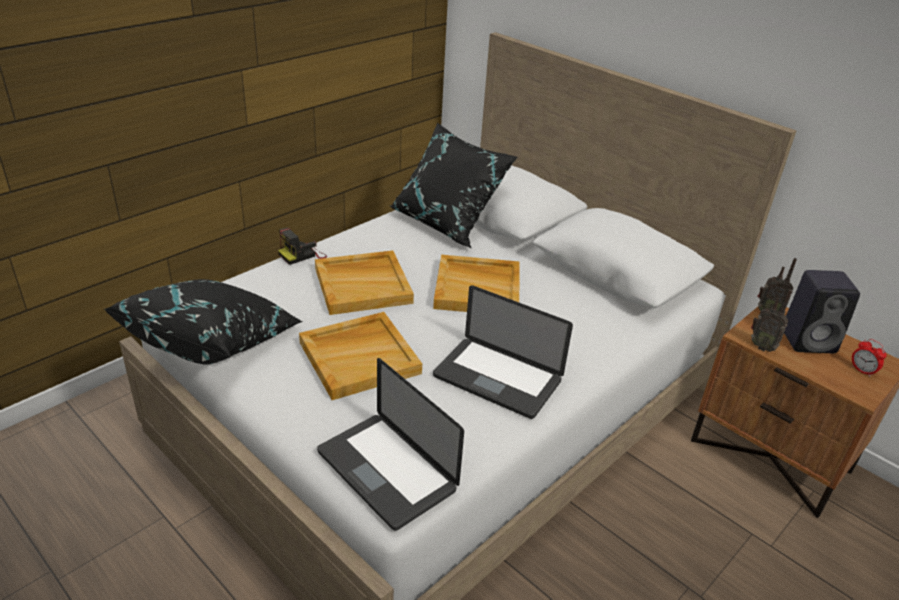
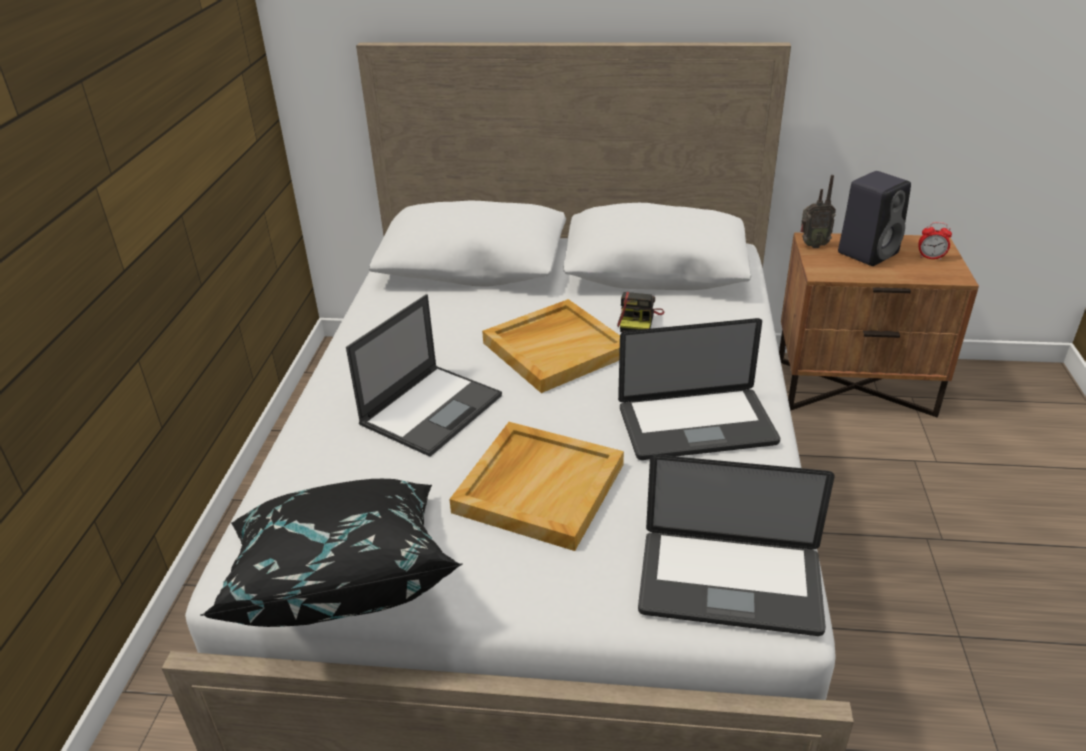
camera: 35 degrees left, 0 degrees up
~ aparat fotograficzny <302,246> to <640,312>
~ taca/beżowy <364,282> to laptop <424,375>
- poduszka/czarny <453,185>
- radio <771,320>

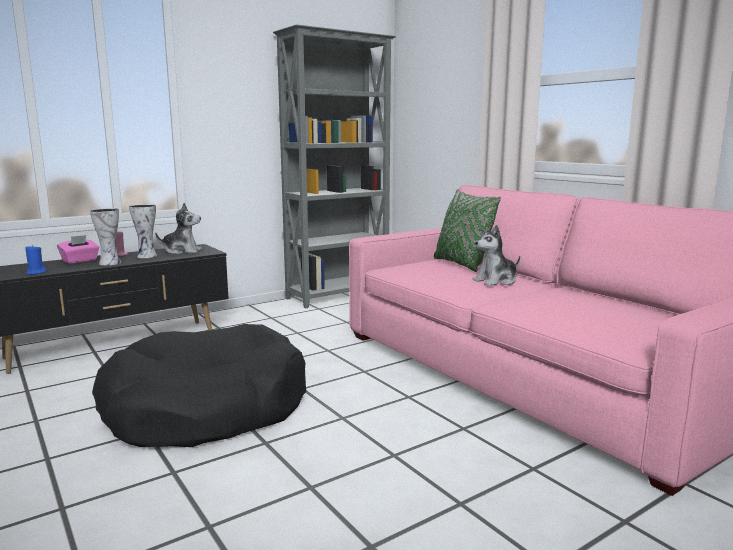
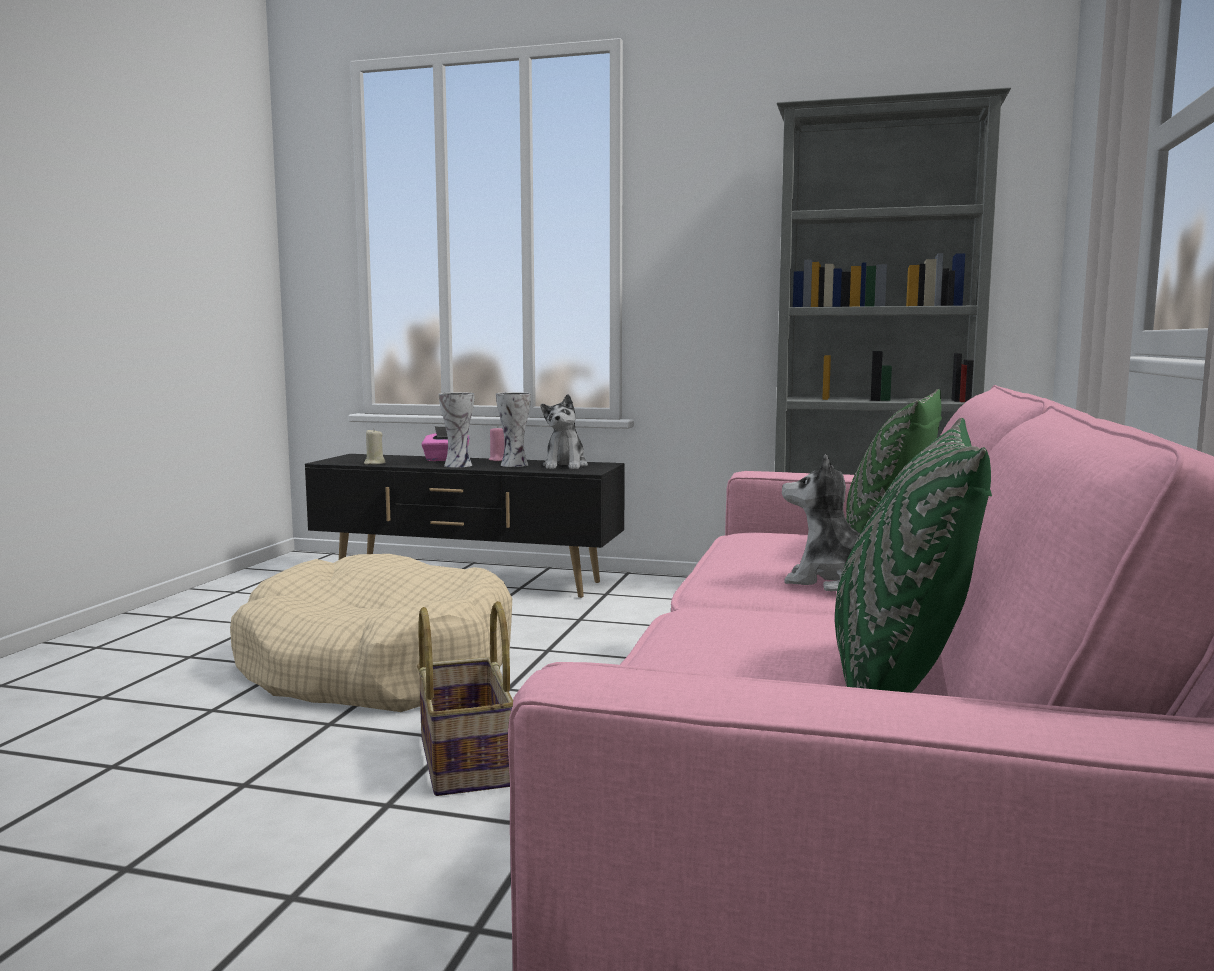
camera: 50 degrees right, 5 degrees down
~ świeca/niebieski <35,260> to świeca/beżowy <374,446>
~ legowisko/czarny <199,385> to legowisko/beżowy <371,633>
~ pluszak <178,228> = <564,431> 45 degrees clockwise
+ koszyk <465,698>
+ poduszka/zielony <913,555>

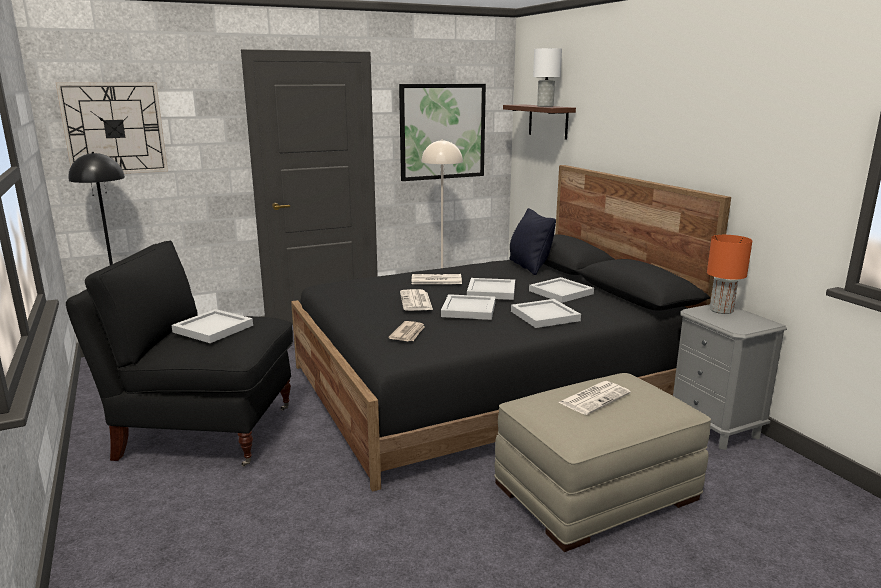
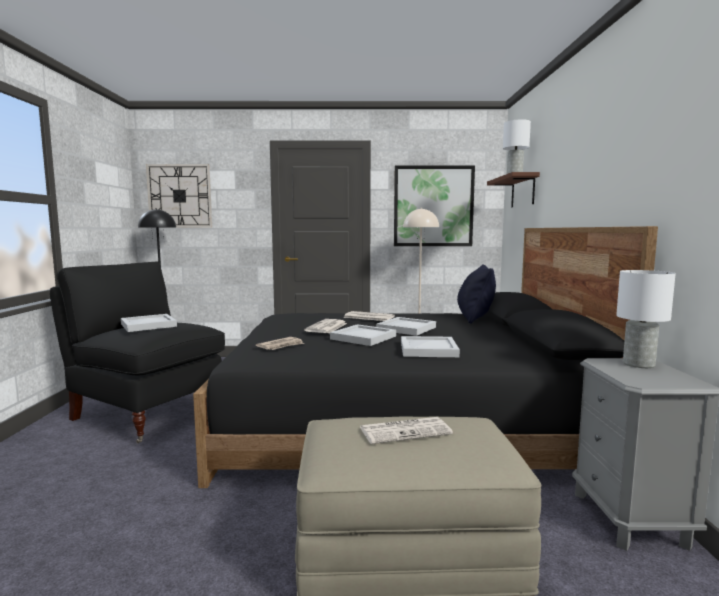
camera: 25 degrees right, 10 degrees down
- taca/biały <561,290>
~ lampa stołowa/pomarańczowy <729,274> to lampa stołowa/biały <646,319>

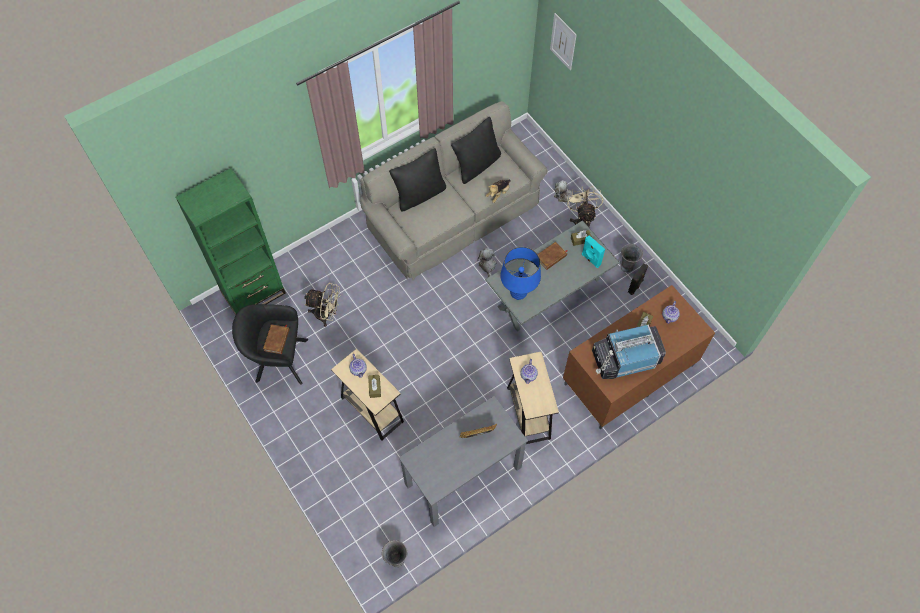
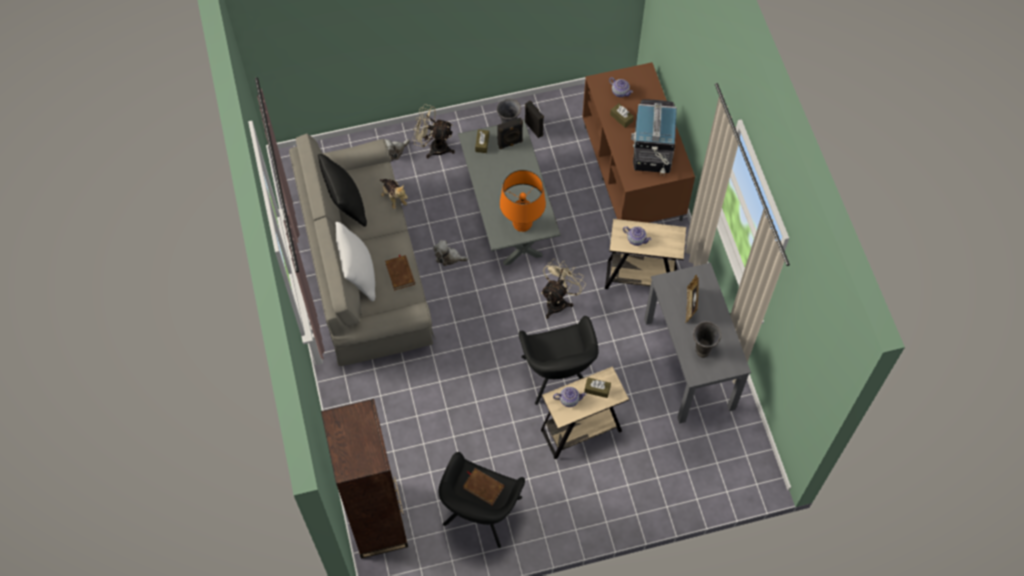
camera: 70 degrees left, 0 degrees up
~ regał/zielony <231,241> to regał/brązowy <364,479>
~ wentylator/beżowy <322,305> to <563,289>
~ wazon/szary <394,553> to <707,339>
~ poduszka/czarny <417,180> to poduszka/biały <355,261>
~ lampa stołowa/niebieski <520,273> to lampa stołowa/pomarańczowy <523,201>
~ książka/brązowy <552,256> to <400,273>
- obraz <563,41>
~ głośnik/turkusowy <593,251> to głośnik/czarny <510,133>
+ fotel/czarny <559,360>

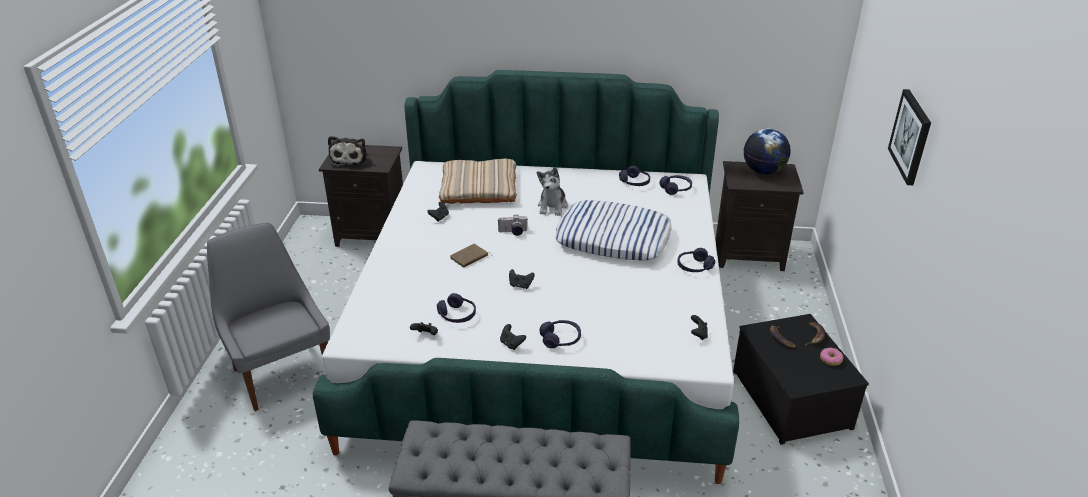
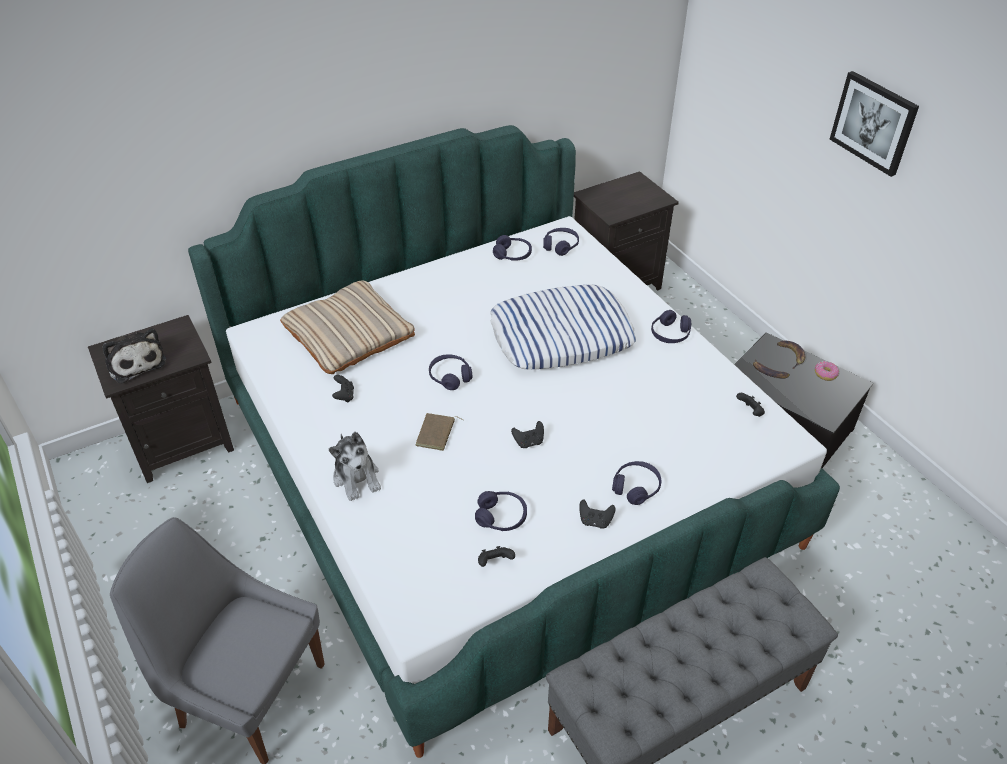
camera: 35 degrees left, 10 degrees up
~ aparat fotograficzny <512,225> to słuchawki/fioletowy <451,372>
~ pluszak <552,191> to <355,466>
- globus <767,151>

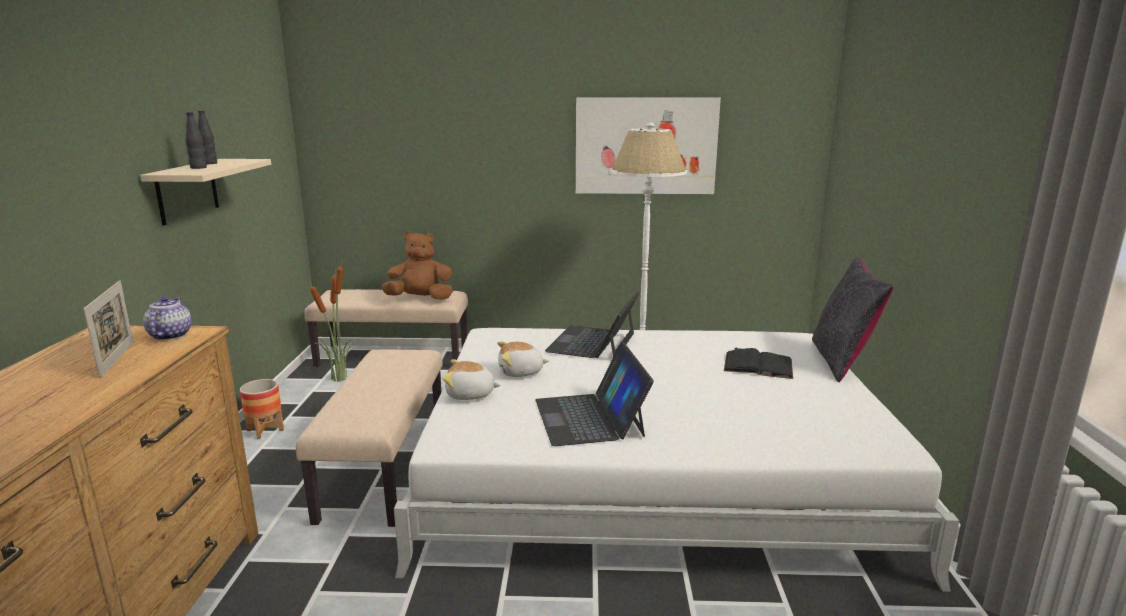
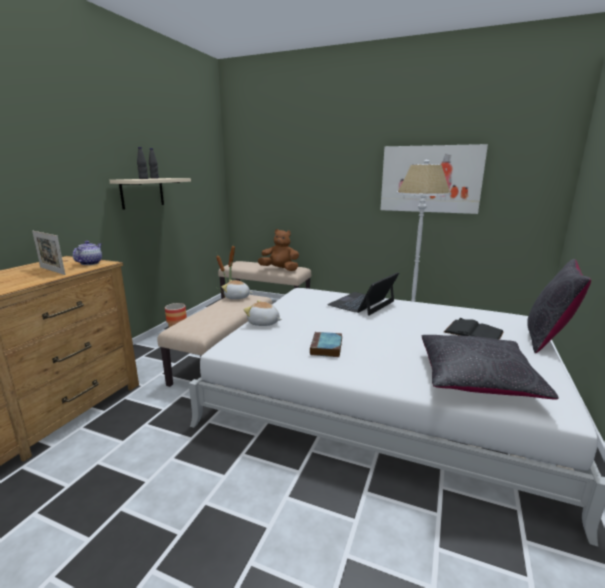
camera: 20 degrees right, 0 degrees up
~ ramka na zdjęcie <108,329> = <48,253> 120 degrees clockwise
~ pluszak <523,359> to <237,289>
~ laptop <595,394> to książka <326,344>
+ poduszka/czarny <490,367>

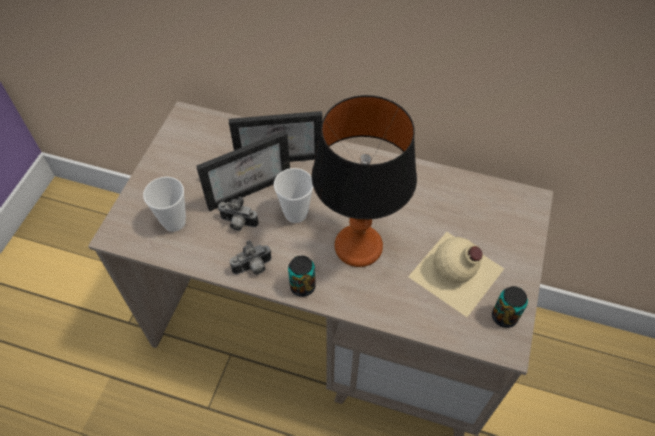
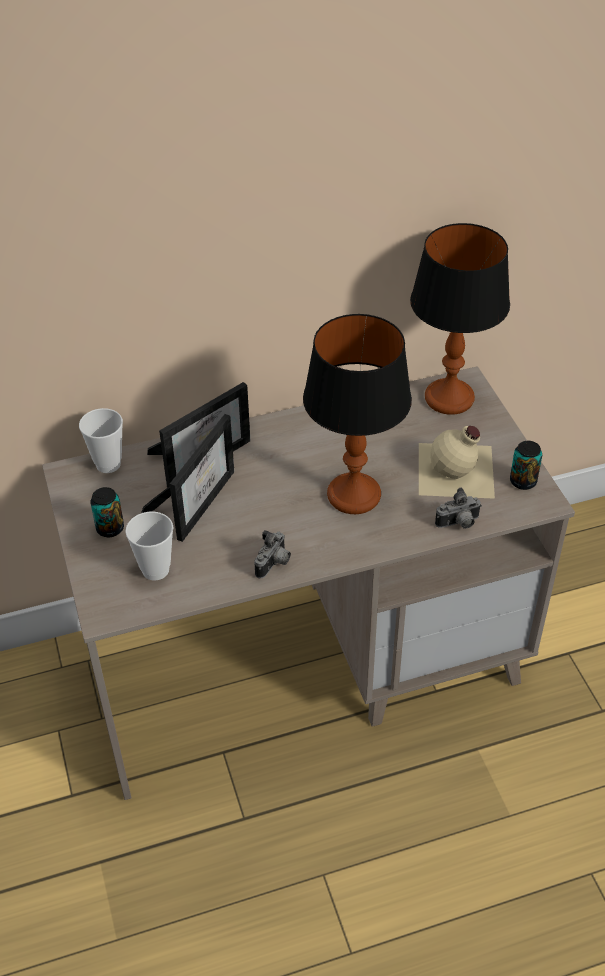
camera: 35 degrees left, 10 degrees down
~ aparat fotograficzny <238,214> to <458,508>
~ filiżanka <293,195> to <101,440>
~ puszka <302,276> to <107,512>
+ lampa stołowa <460,319>

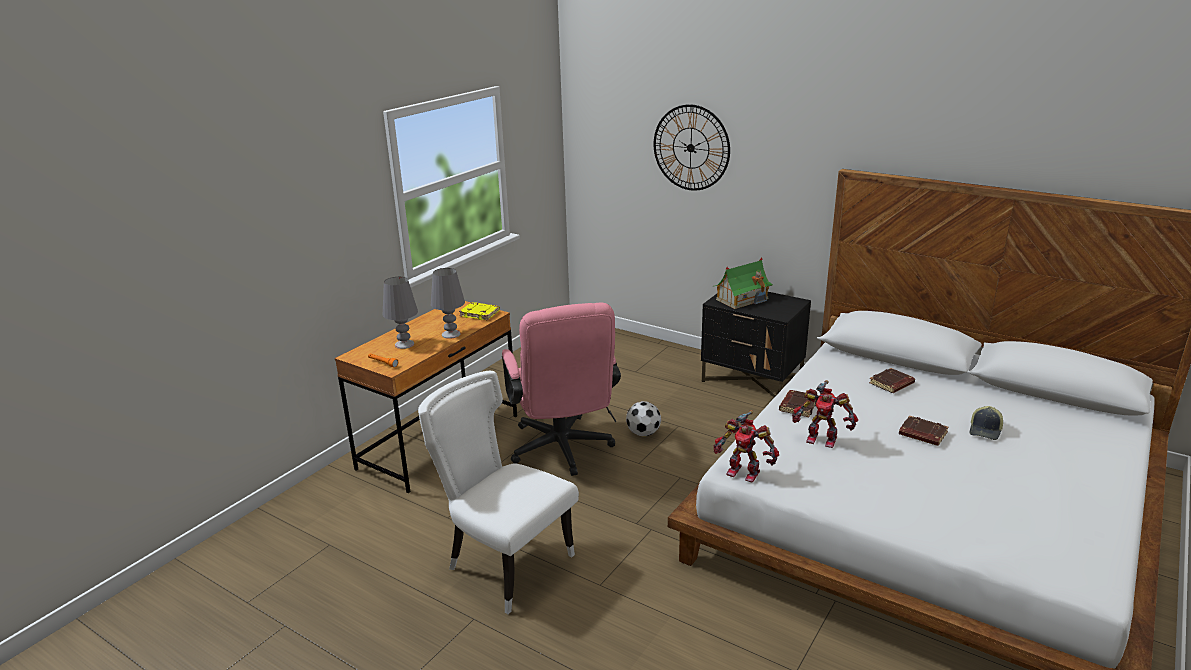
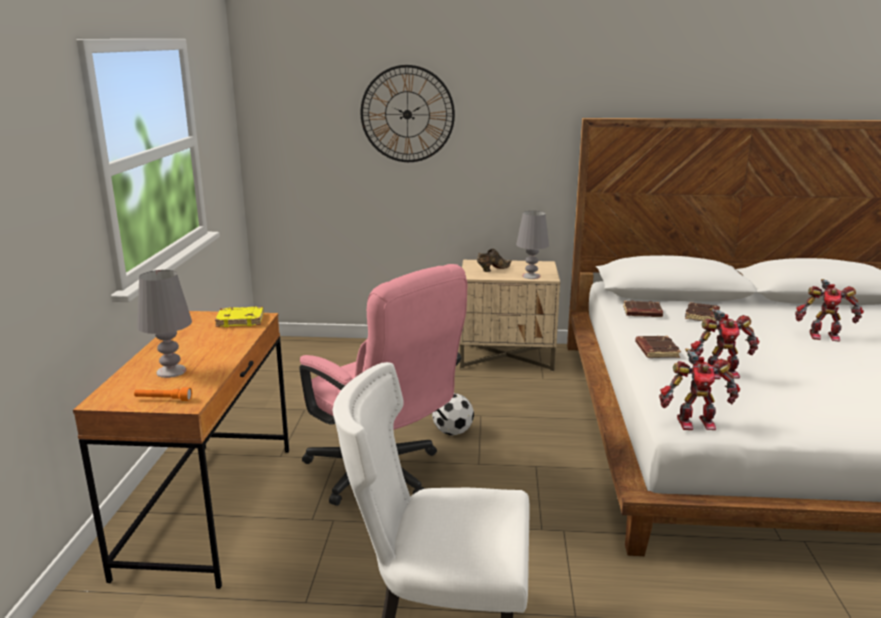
camera: 30 degrees left, 5 degrees down
~ lampa stołowa/szary <448,303> to <532,245>
~ szafka nocna/czarny <756,345> to szafka nocna/beżowy <510,316>
~ domek <744,283> to but/brązowy <494,260>
~ książka/brązowy <924,430> to <643,308>
~ czapka z daszkiem <986,423> to robot zabawkowy <829,310>

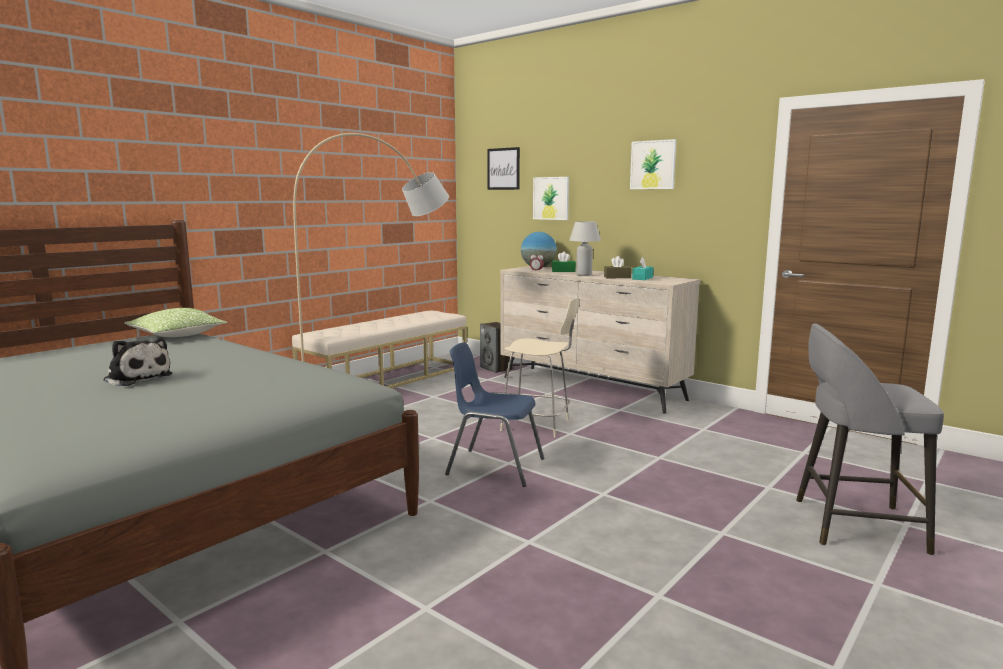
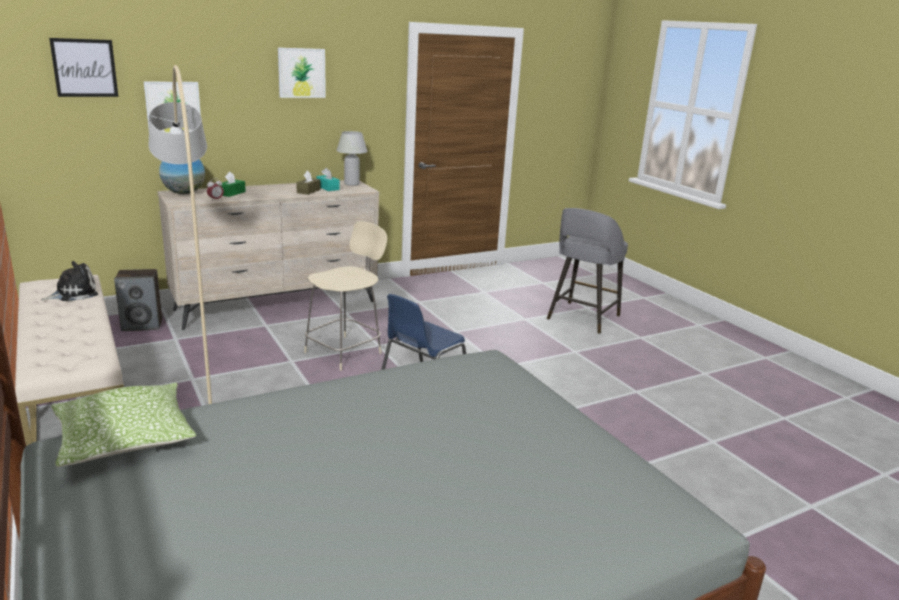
camera: 70 degrees left, 10 degrees up
~ pluszak <138,362> to <69,281>
~ lampa stołowa/biały <585,248> to <352,158>

